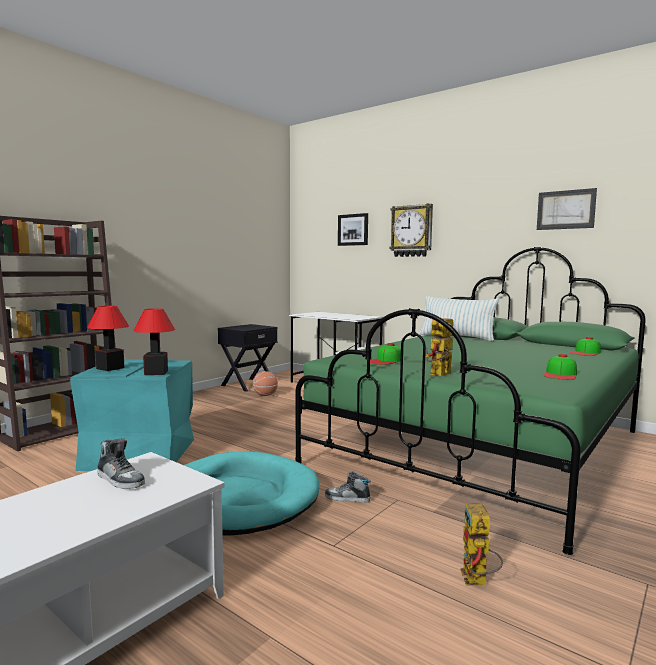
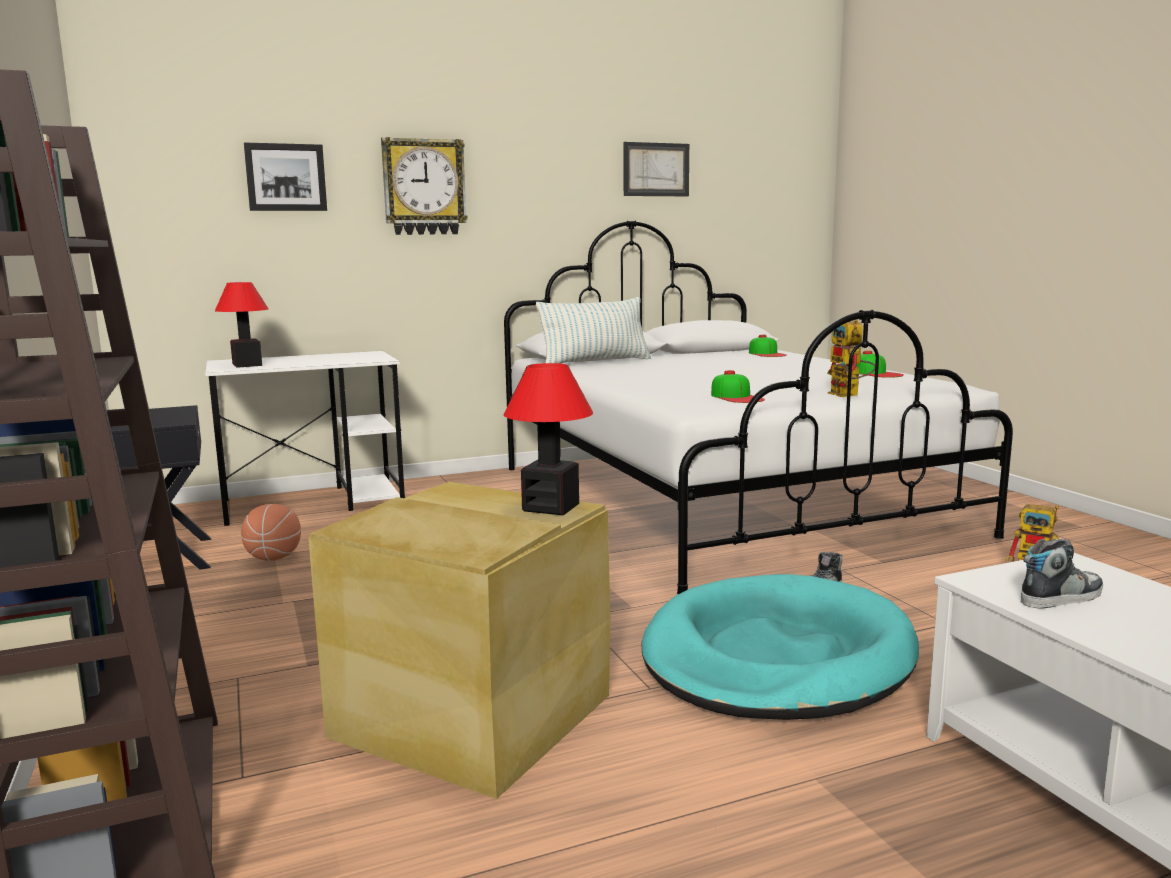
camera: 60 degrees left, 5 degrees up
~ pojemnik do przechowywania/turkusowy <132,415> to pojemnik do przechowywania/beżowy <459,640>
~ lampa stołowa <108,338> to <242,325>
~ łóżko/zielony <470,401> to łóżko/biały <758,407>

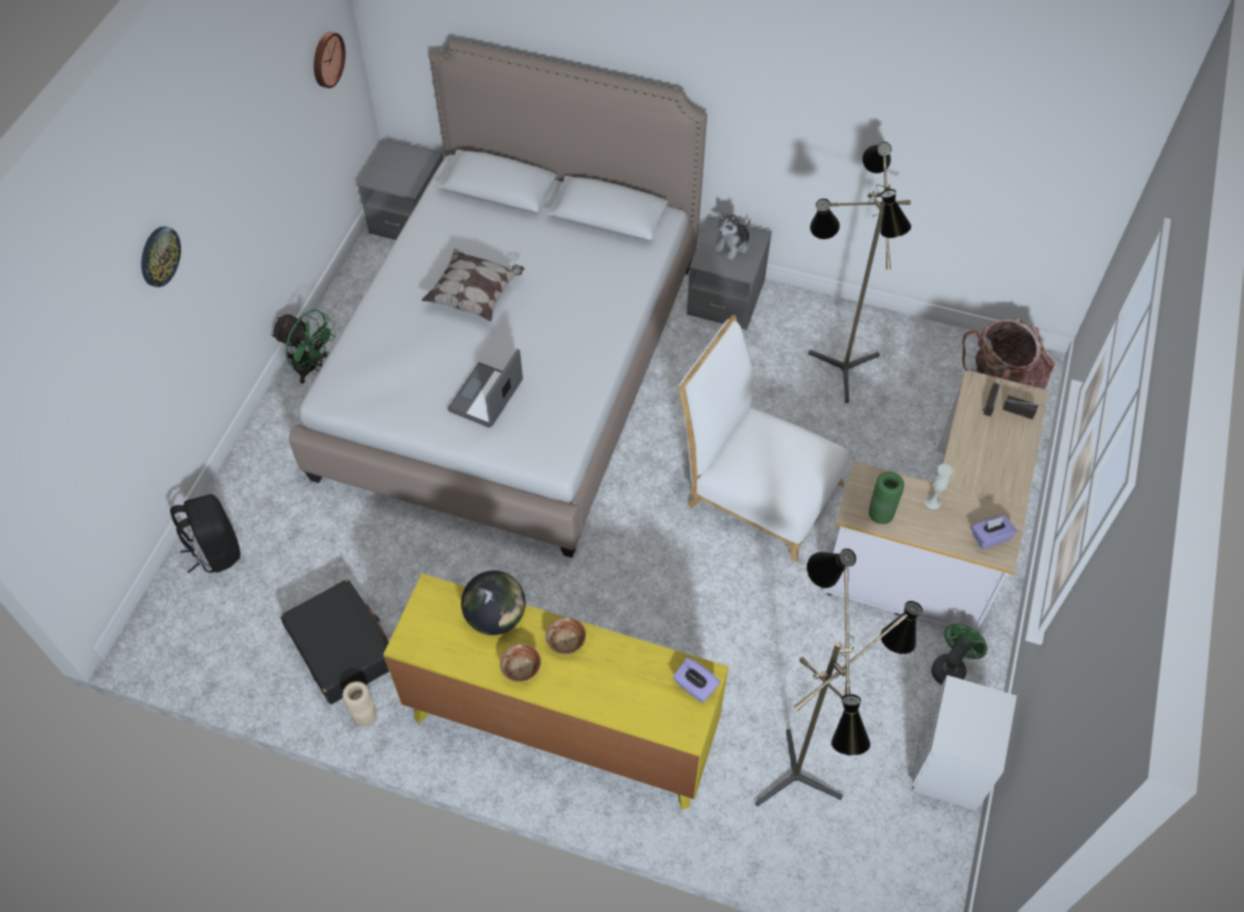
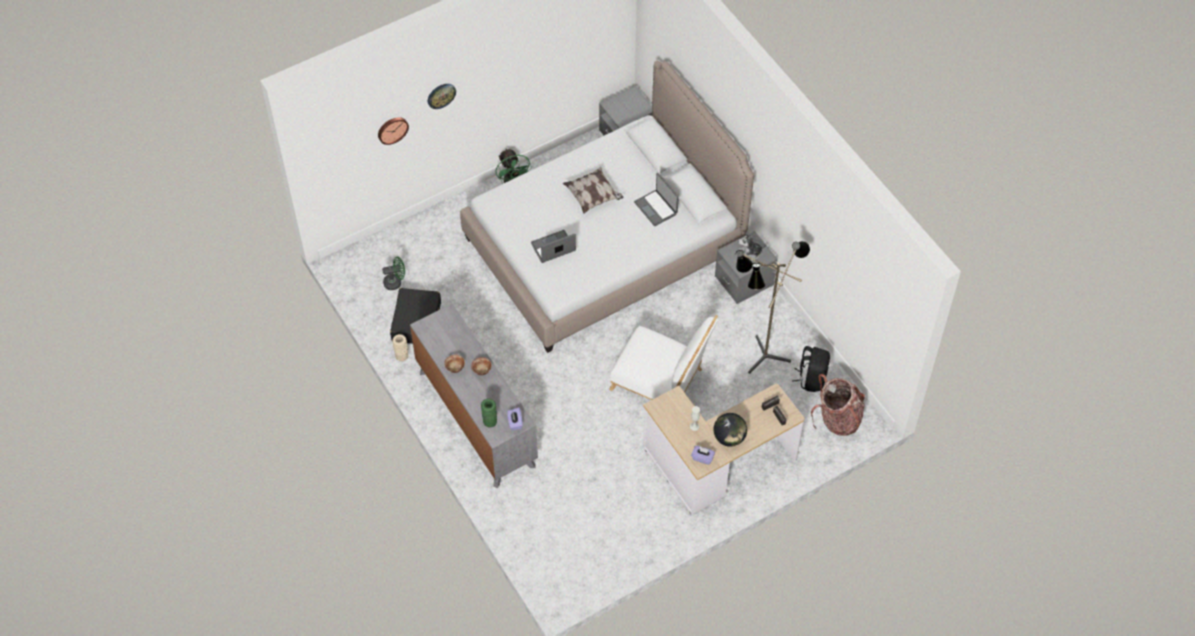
camera: 40 degrees right, 0 degrees up
~ plecak/czarny <205,533> to <811,369>
~ zegar ścienny <329,60> to <393,131>
~ komoda/żółty <555,691> to komoda/szary <474,396>
~ globus <493,603> to <730,430>
~ krzesło/biały <763,438> = <663,357> 135 degrees clockwise
- lampa stojąca <838,678>
~ wazon/zielony <886,498> to <489,412>
- szafka nocna/biały <964,743>
~ wentylator/zielony <959,654> to <393,273>
+ laptop <656,199>

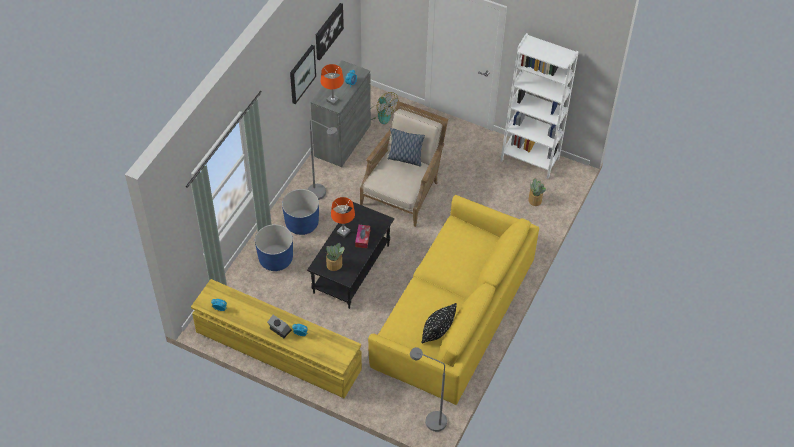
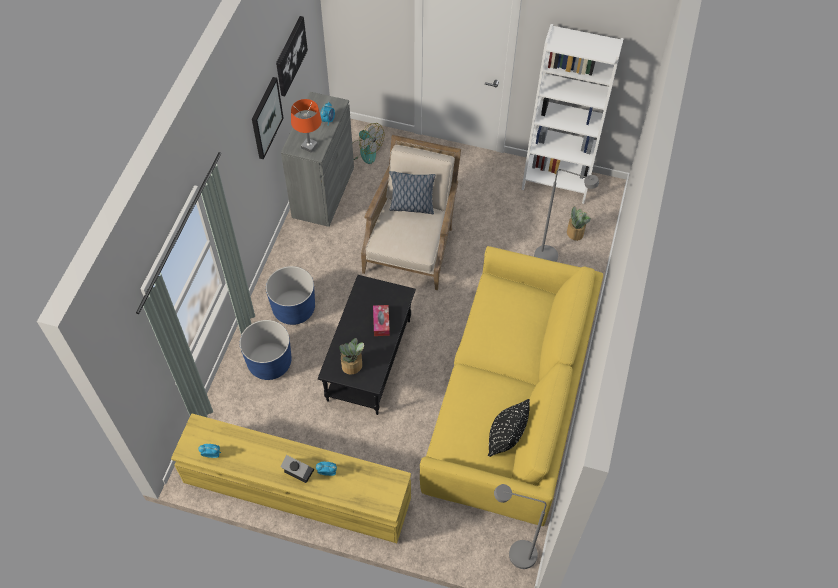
camera: 10 degrees left, 5 degrees up
~ lampa stojąca/szary <322,160> to <566,215>
- lampa stołowa/pomarańczowy <343,217>

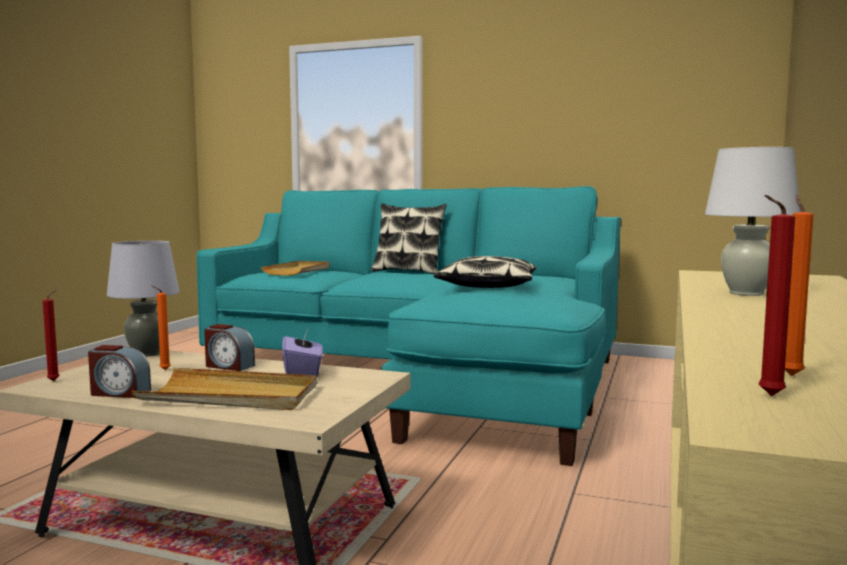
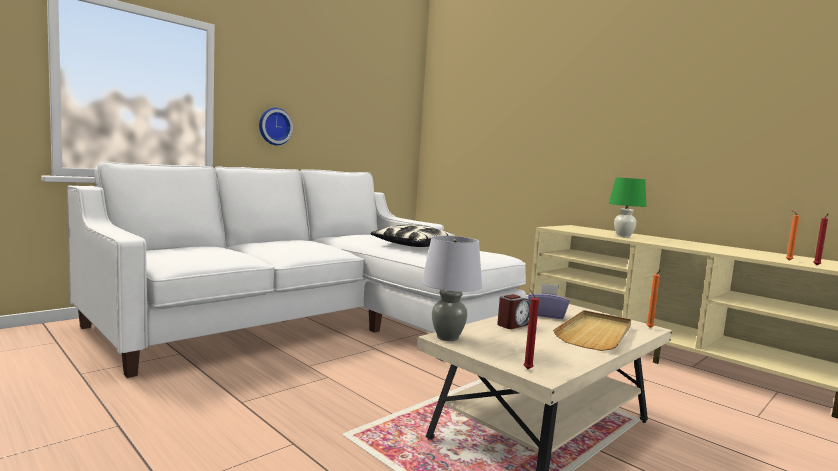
camera: 65 degrees left, 0 degrees up
- budzik <119,371>
~ świeca/pomarańczowy <161,327> to <653,299>
~ kanapa/turkusowy <409,326> to kanapa/biały <296,270>
- taca/beżowy <295,268>
- poduszka <409,238>
~ lampa stołowa/biały <752,221> to lampa stołowa/zielony <627,207>
+ zegar ścienny <276,126>

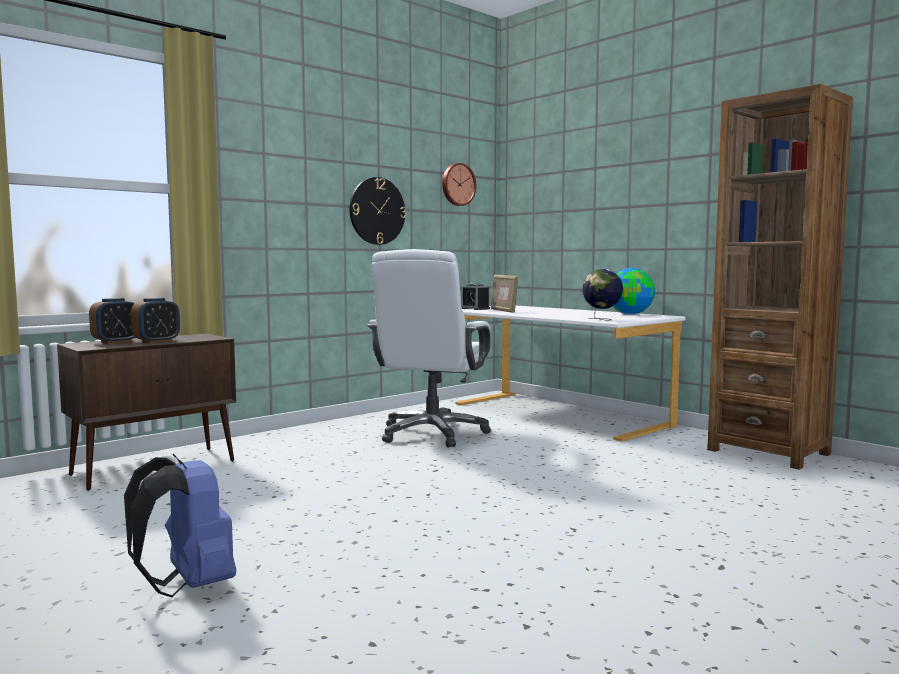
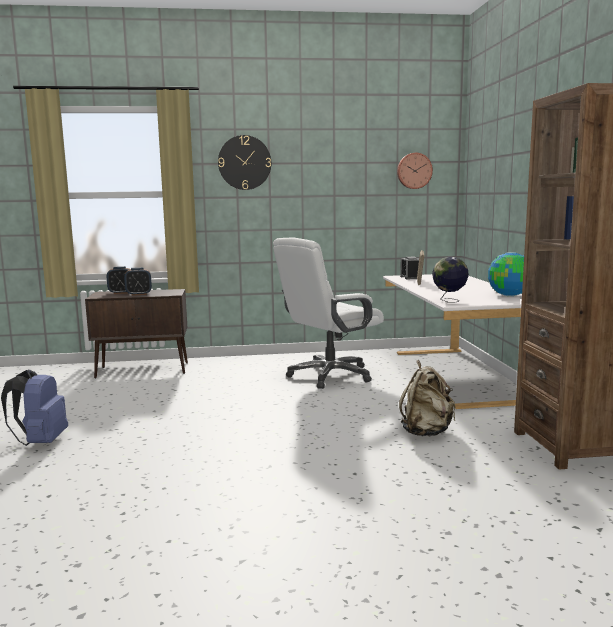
camera: 35 degrees right, 5 degrees up
~ zegar ścienny <377,211> to <244,162>
+ plecak/beżowy <427,398>

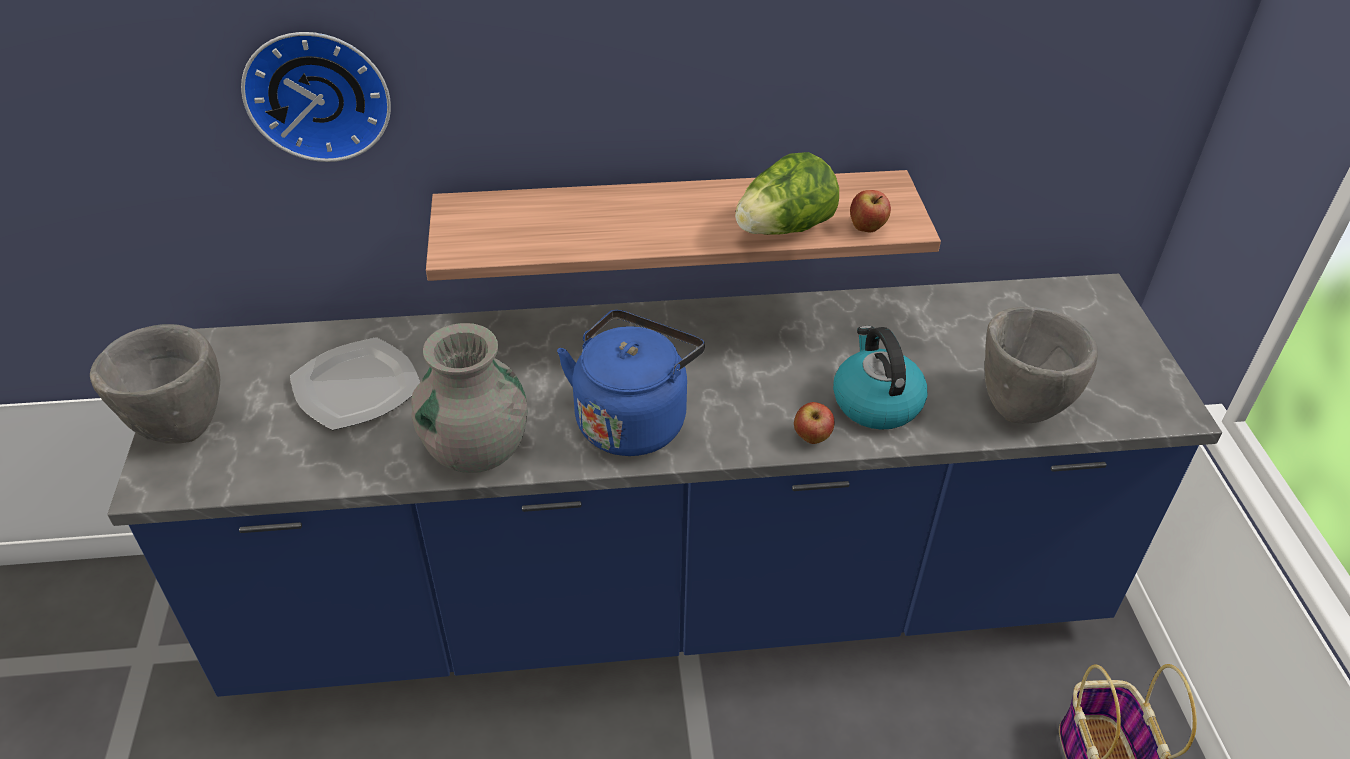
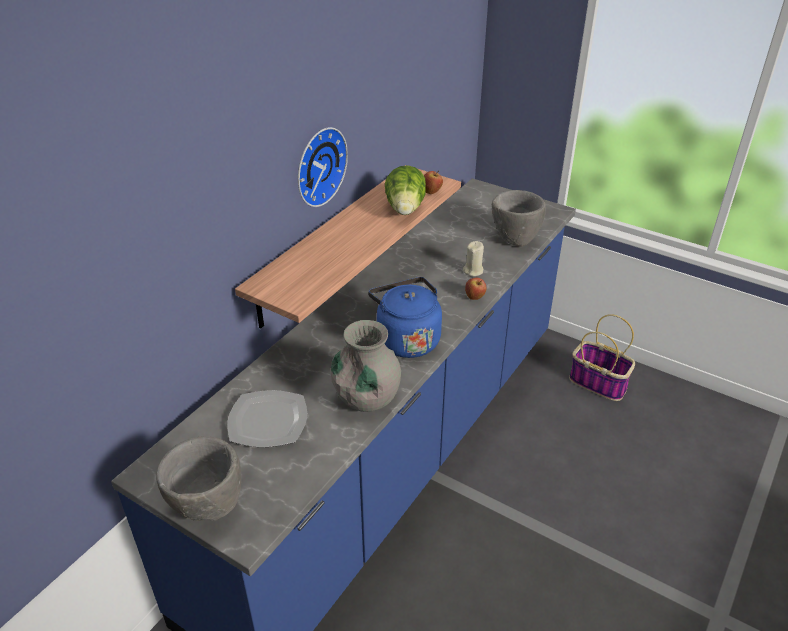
camera: 50 degrees left, 5 degrees down
~ zegar ścienny <316,97> to <323,167>
~ czajnik <880,378> to świeca/beżowy <473,258>

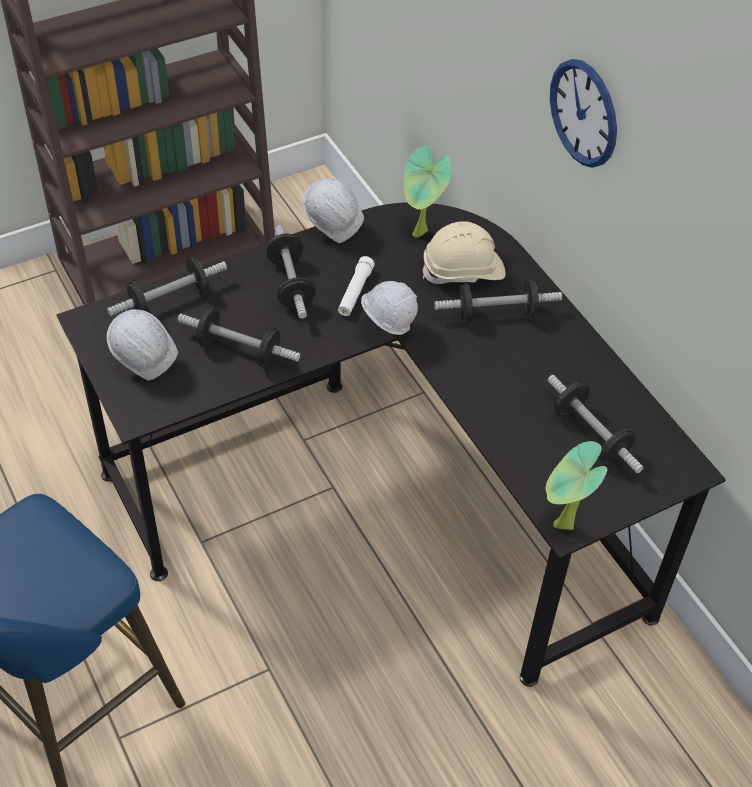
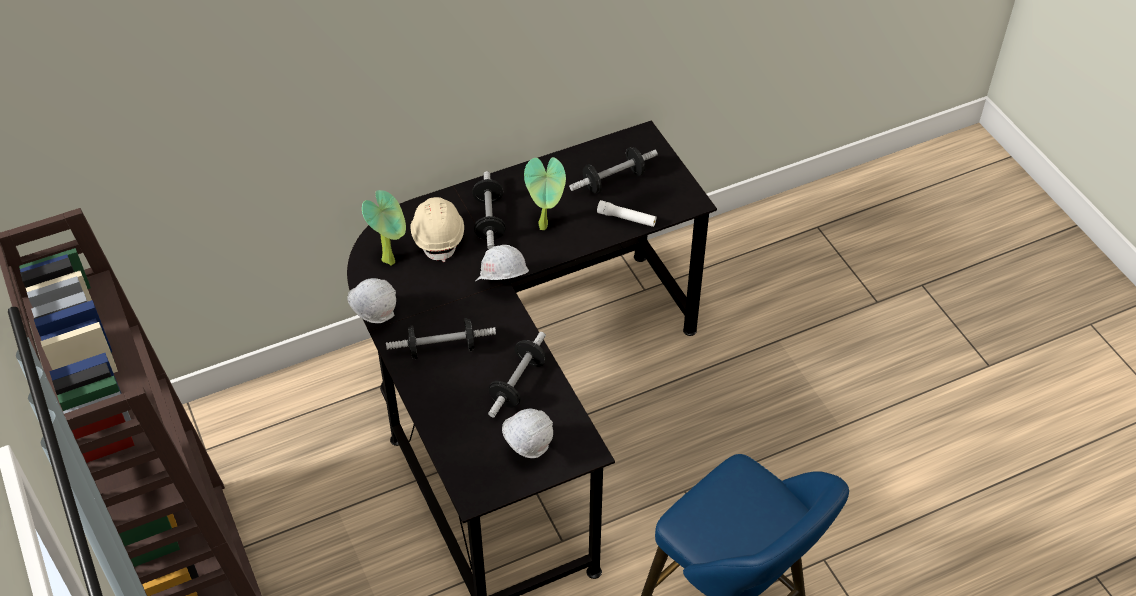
camera: 85 degrees left, 0 degrees up
- hantel <167,287>
~ latarka/biały <356,286> to <626,213>
~ roślina doniczkowa <576,485> to <545,193>
- zegar ścienny <583,113>

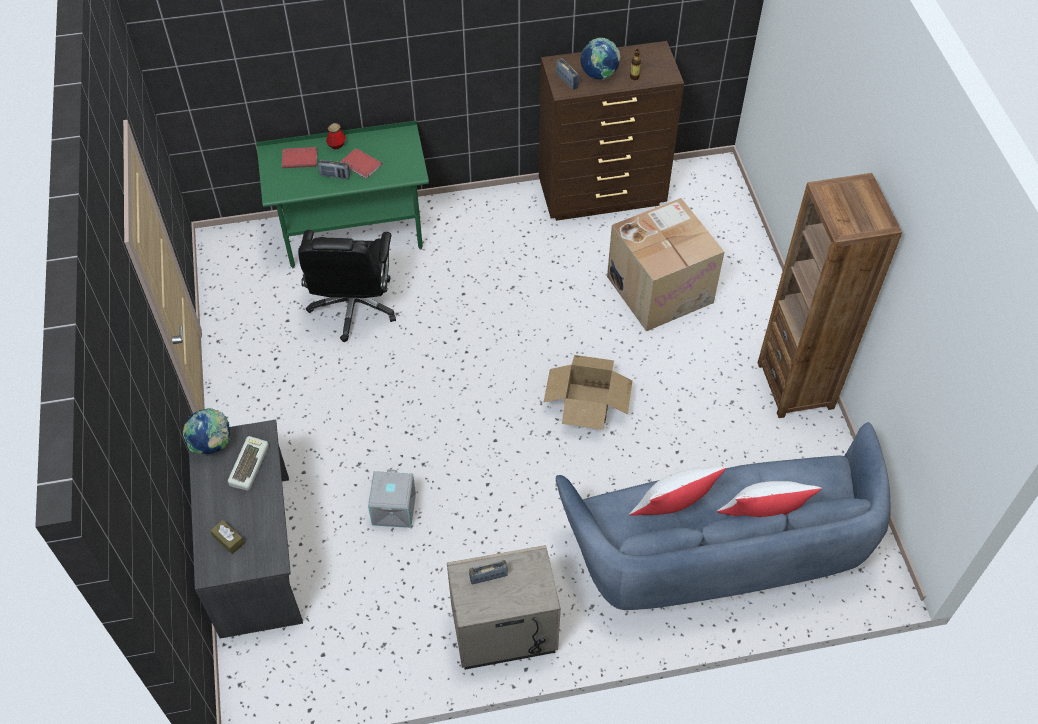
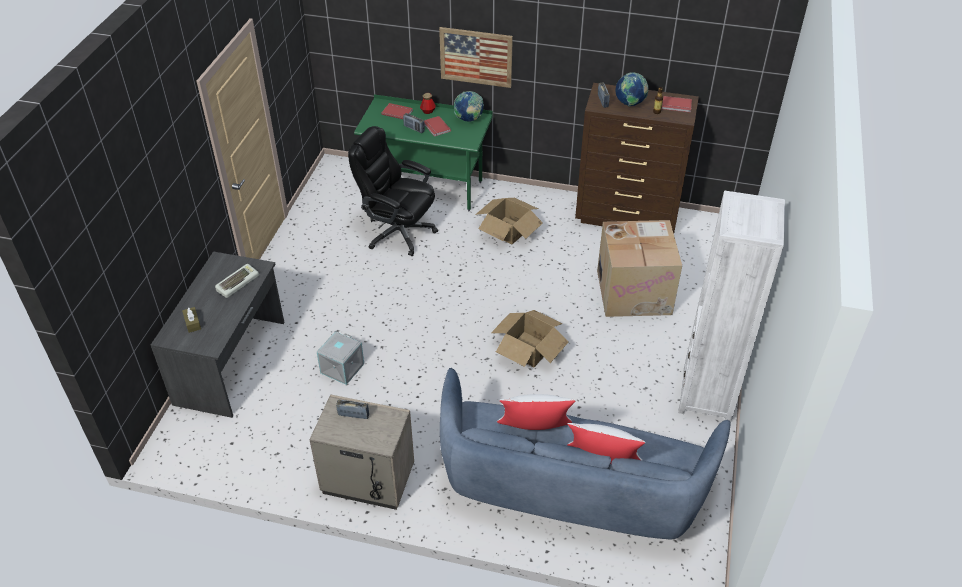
camera: 25 degrees right, 10 degrees down
~ globus <206,431> to <469,106>
~ krzesło biurowe/czarny <347,286> = <393,191> 90 degrees clockwise
~ regał/brązowy <830,295> to regał/biały <731,306>
+ obraz <476,57>
+ karton <509,221>
+ książka/czerwony <677,104>

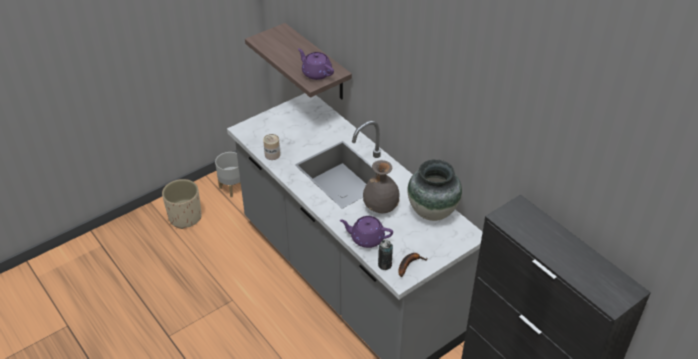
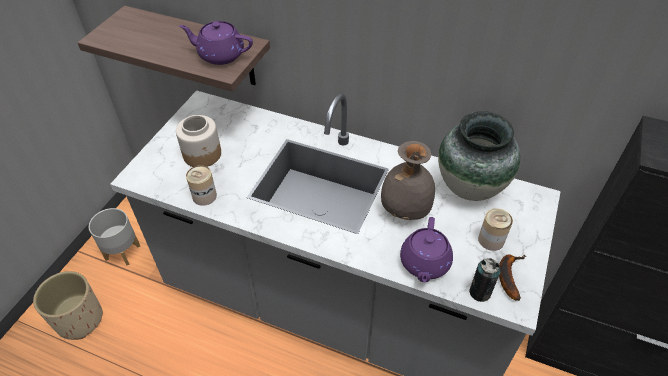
camera: 30 degrees left, 5 degrees up
~ imbryk/fioletowy <366,232> = <426,249> 60 degrees counterclockwise
+ słoik <198,141>
+ puszka <495,229>

